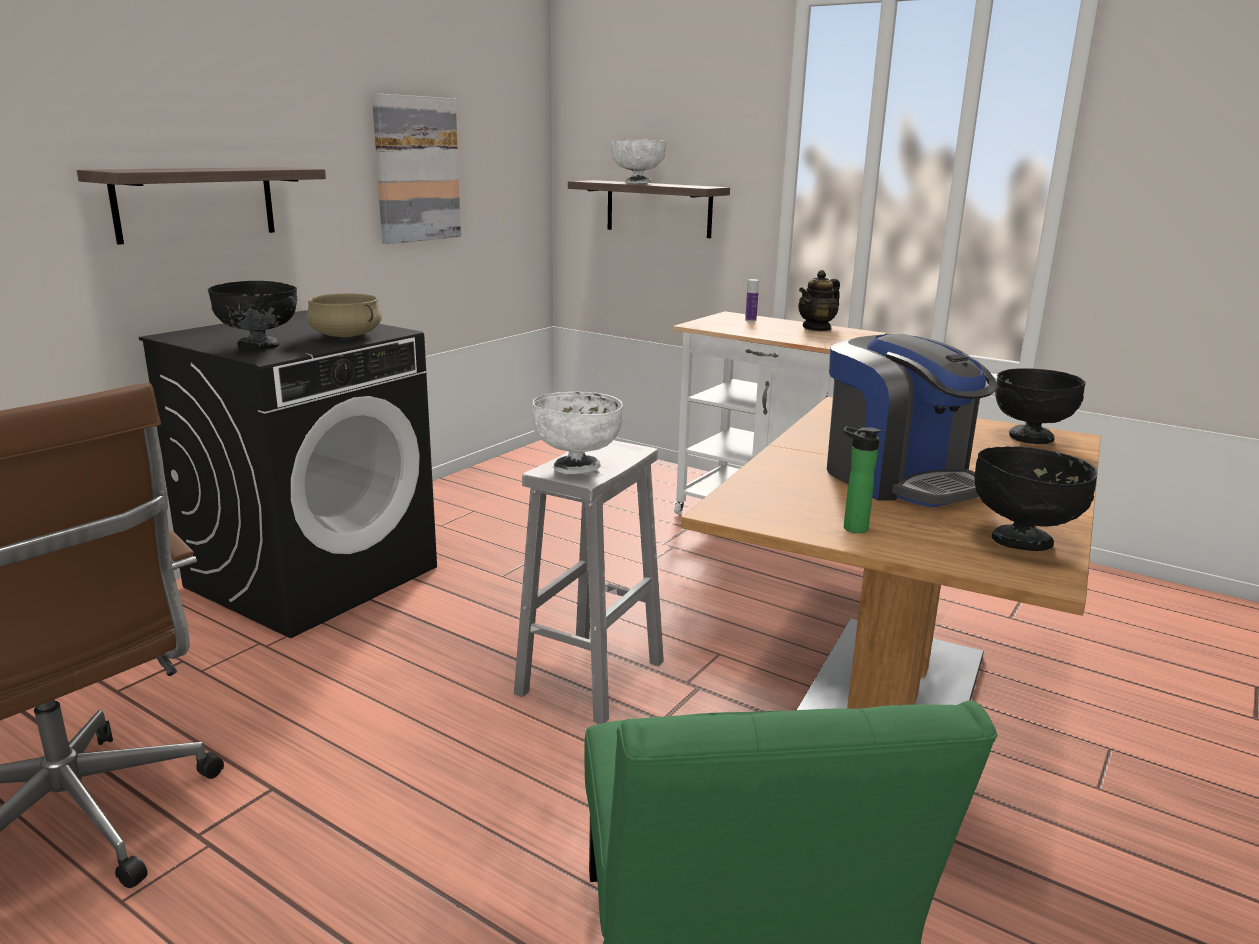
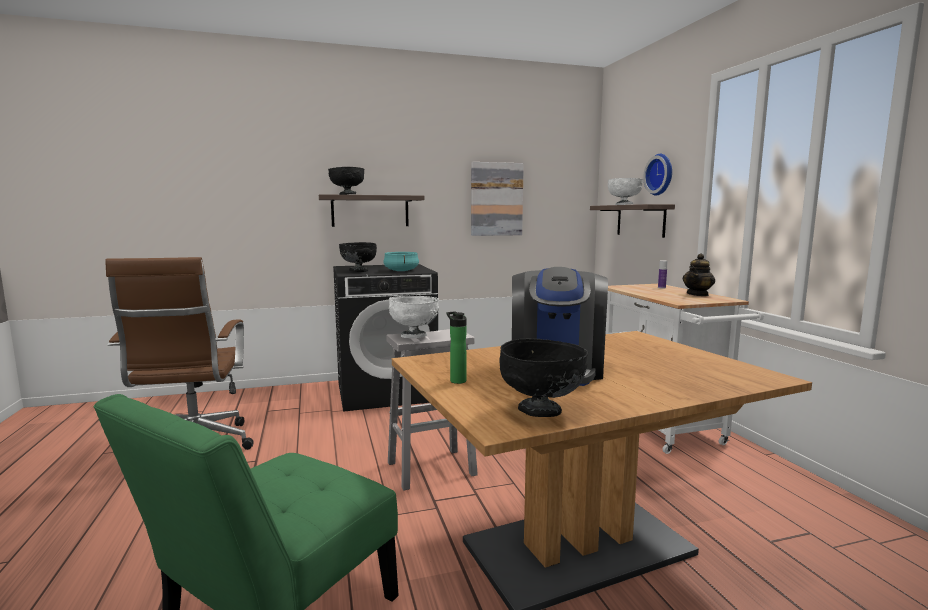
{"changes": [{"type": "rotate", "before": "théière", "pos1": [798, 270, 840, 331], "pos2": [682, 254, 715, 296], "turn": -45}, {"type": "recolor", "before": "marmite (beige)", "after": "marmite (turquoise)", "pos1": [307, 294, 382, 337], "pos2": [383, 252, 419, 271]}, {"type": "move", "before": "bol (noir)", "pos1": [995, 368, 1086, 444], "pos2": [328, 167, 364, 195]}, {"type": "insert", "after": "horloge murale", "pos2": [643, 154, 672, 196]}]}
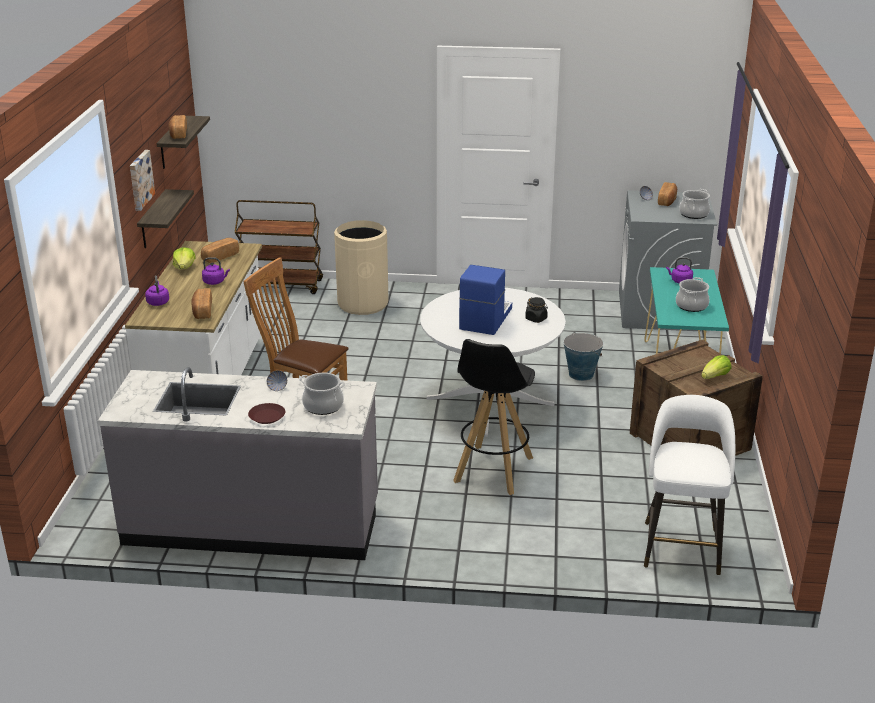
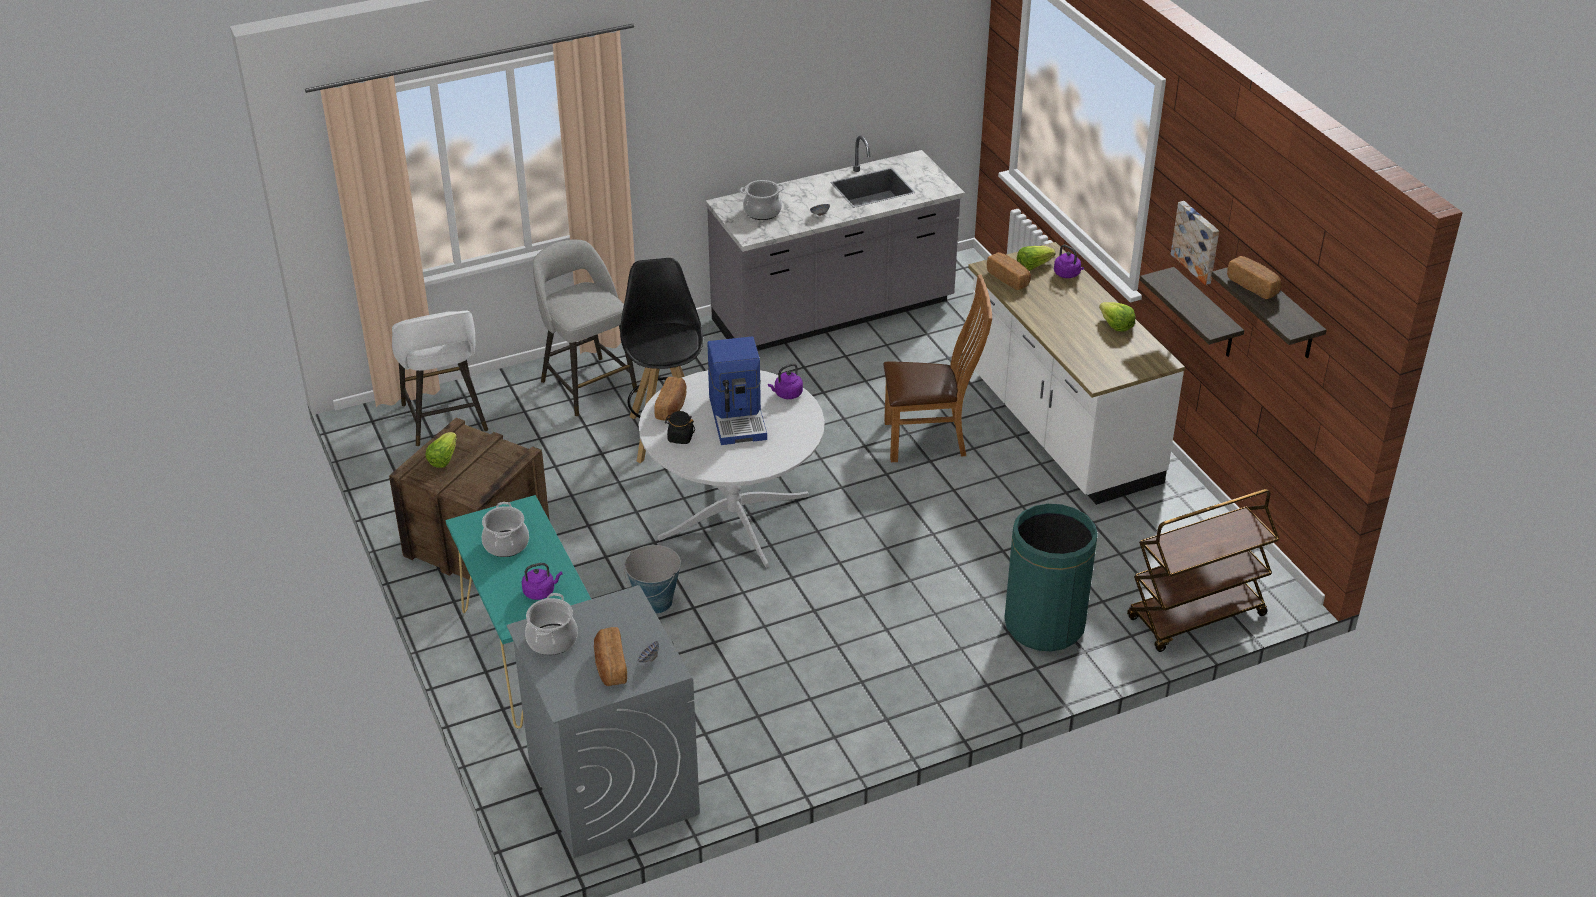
{"changes": [{"type": "recolor", "before": "poubelle (beige)", "after": "poubelle (vert)", "pos1": [334, 220, 389, 315], "pos2": [1004, 504, 1098, 651]}, {"type": "move", "before": "pain", "pos1": [201, 238, 239, 263], "pos2": [654, 377, 686, 421]}, {"type": "move", "before": "bouilloire (violet)", "pos1": [202, 257, 230, 285], "pos2": [768, 363, 803, 399]}, {"type": "delete", "before": "assiette (marron)", "pos1": [248, 403, 285, 424]}, {"type": "insert", "after": "tabouret (gris)", "pos2": [533, 239, 638, 416]}, {"type": "insert", "after": "laitue", "pos2": [1017, 246, 1055, 271]}]}
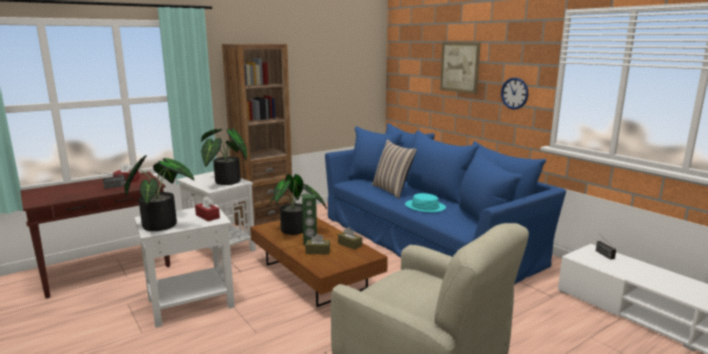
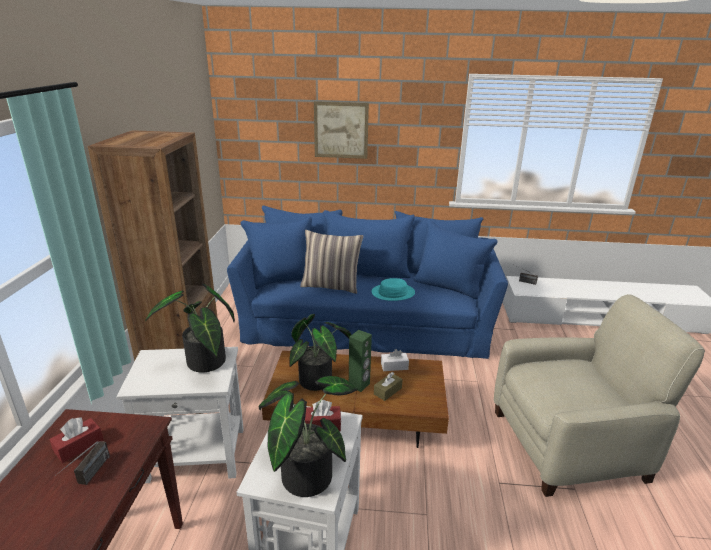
{"changes": [{"type": "delete", "before": "horloge murale", "pos1": [501, 78, 528, 109]}, {"type": "recolor", "before": "boîte à mouchoirs (marron)", "after": "boîte à mouchoirs (blanc)", "pos1": [338, 227, 362, 250], "pos2": [381, 349, 409, 371]}]}
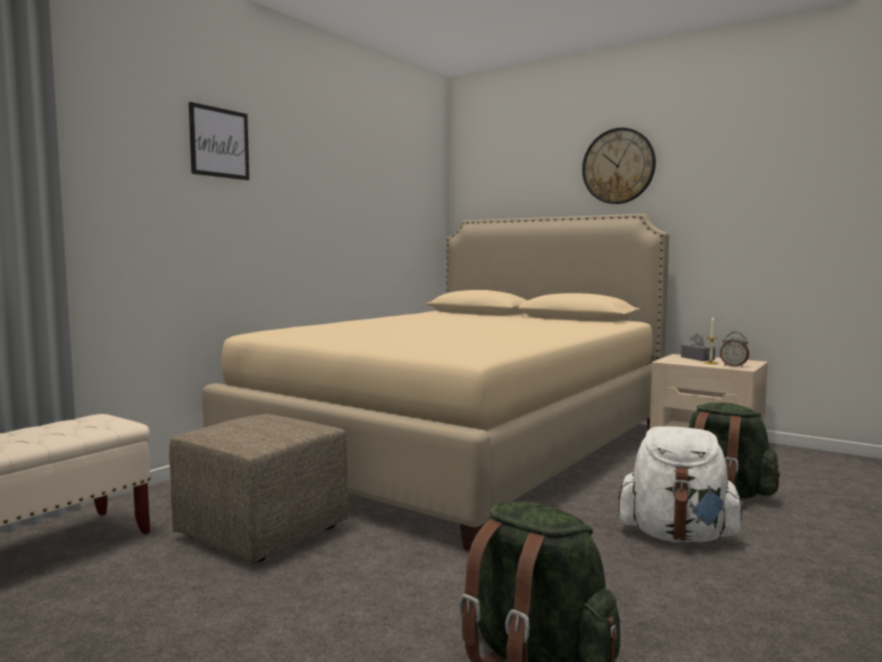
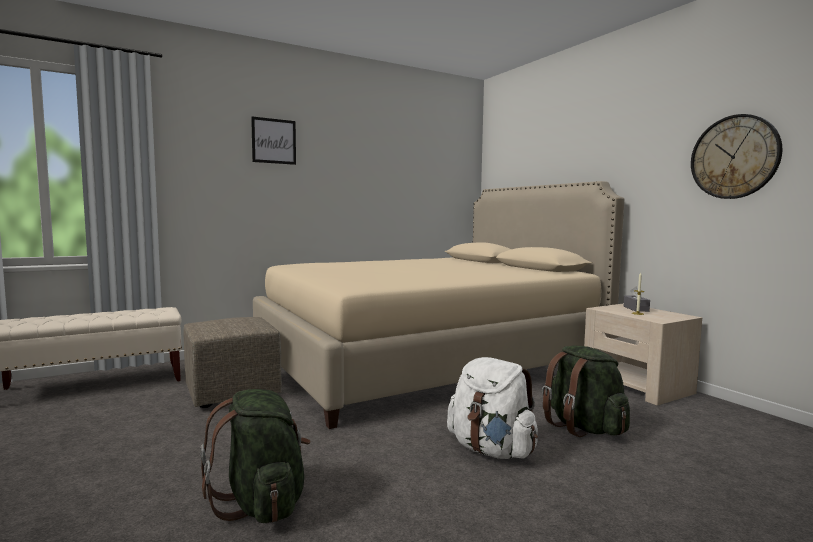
{"changes": [{"type": "move", "before": "horloge murale", "pos1": [582, 128, 656, 204], "pos2": [691, 114, 782, 199]}, {"type": "delete", "before": "réveil", "pos1": [720, 332, 749, 367]}]}
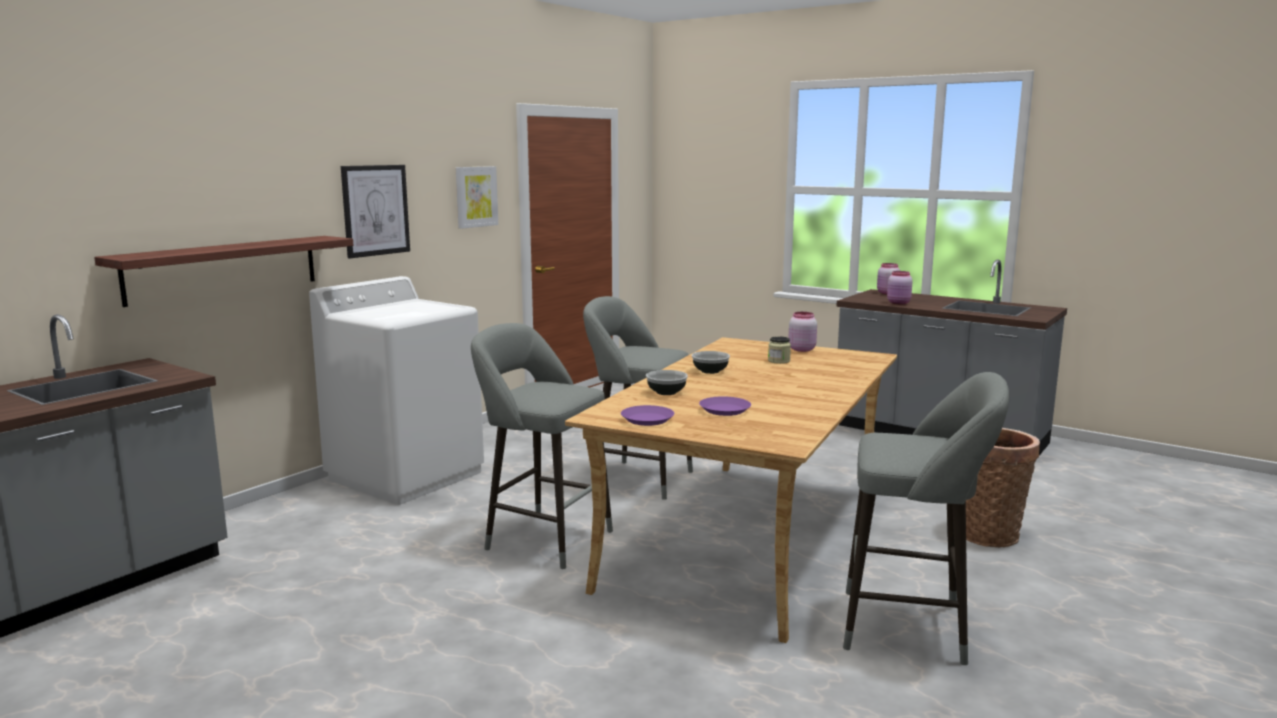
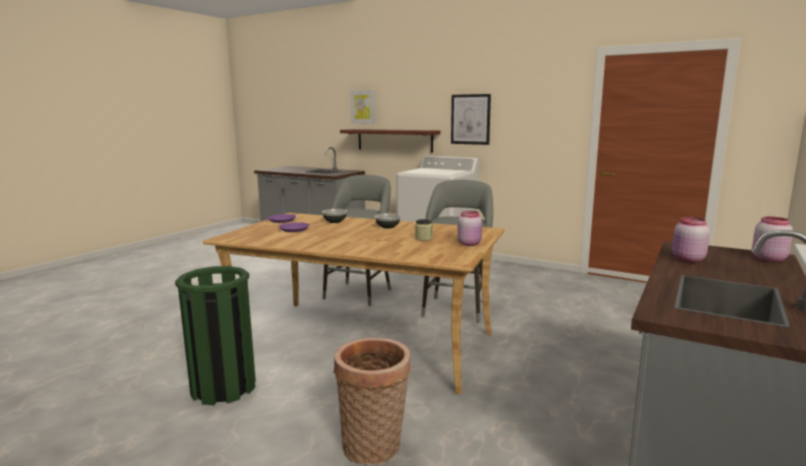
{"changes": [{"type": "move", "before": "tableau", "pos1": [456, 166, 498, 229], "pos2": [350, 90, 375, 124]}, {"type": "replace", "before": "tabouret (gris)", "after": "poubelle (vert)", "pos1": [843, 372, 1009, 665], "pos2": [175, 266, 256, 405]}]}
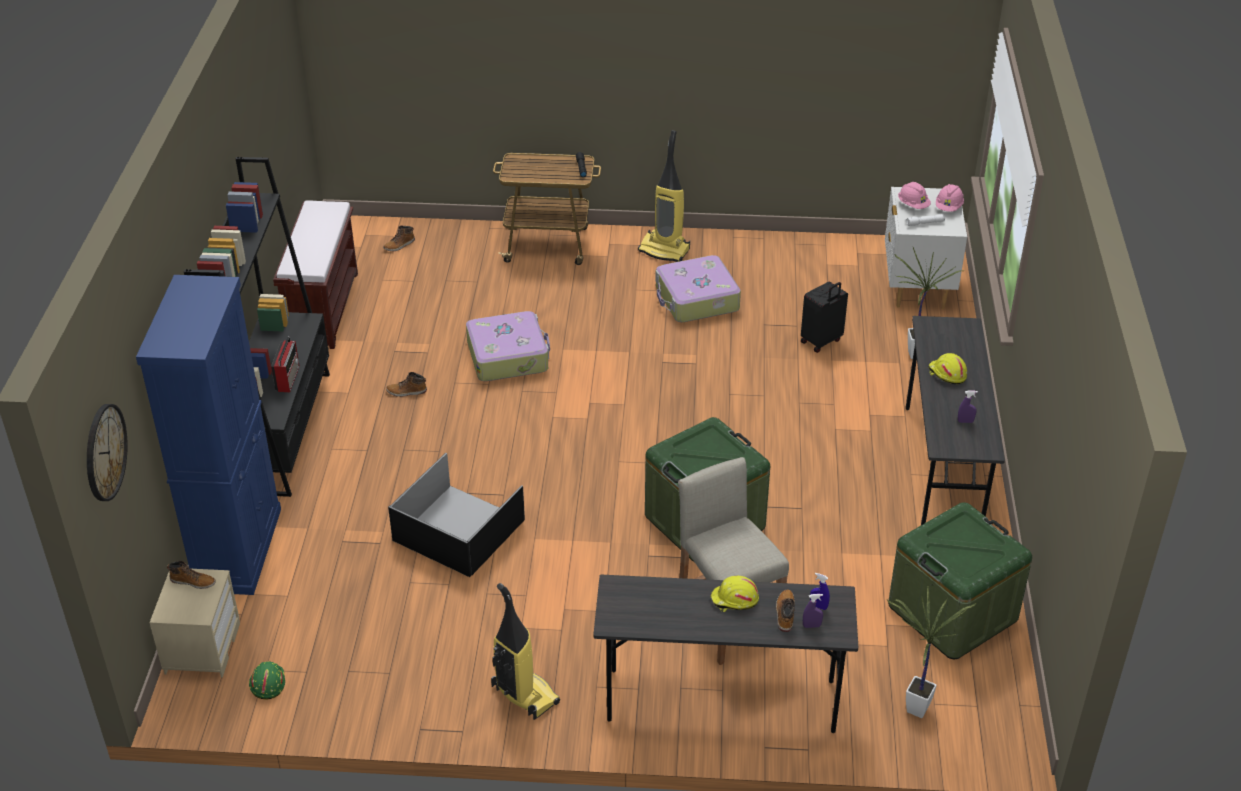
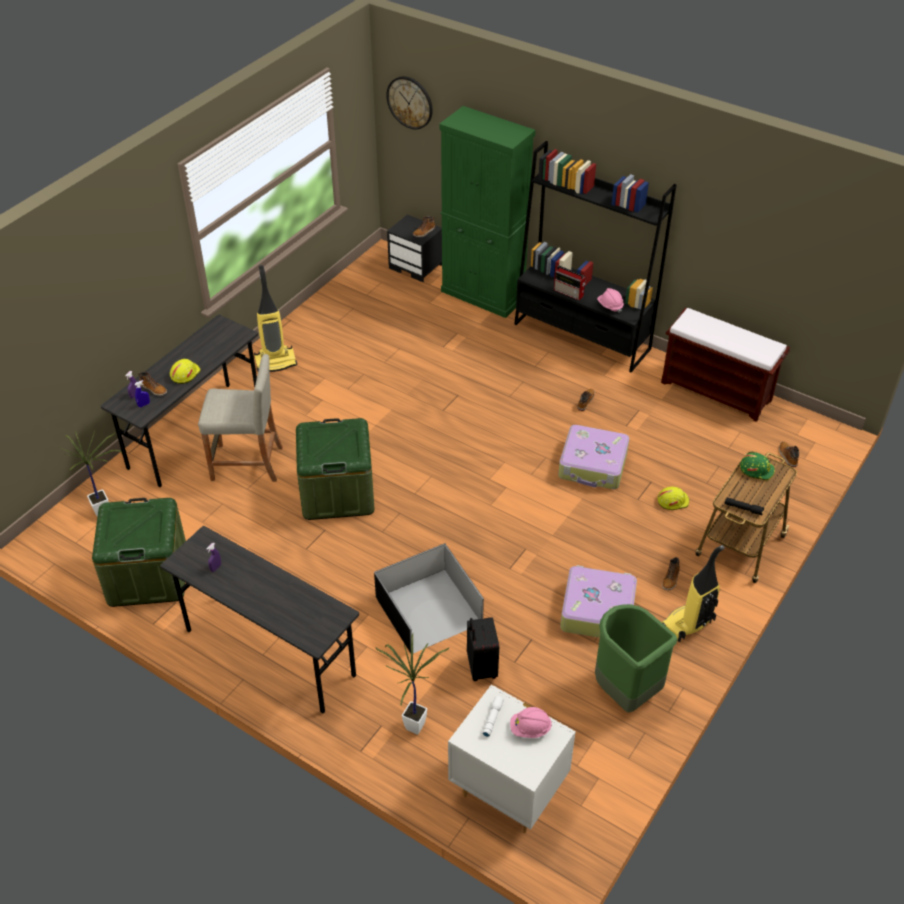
{"changes": [{"type": "move", "before": "casque de chantier (rose)", "pos1": [936, 184, 964, 212], "pos2": [597, 288, 624, 313]}, {"type": "recolor", "before": "meuble de rangement (bleu)", "after": "meuble de rangement (vert)", "pos1": [136, 275, 281, 595], "pos2": [439, 106, 536, 318]}, {"type": "move", "before": "casque de chantier (jaune)", "pos1": [928, 353, 967, 384], "pos2": [658, 486, 689, 510]}, {"type": "move", "before": "boîte de rangement (noir)", "pos1": [388, 453, 525, 577], "pos2": [374, 543, 484, 653]}, {"type": "recolor", "before": "table de chevet (beige)", "after": "table de chevet (noir)", "pos1": [150, 569, 240, 678], "pos2": [387, 215, 442, 282]}, {"type": "move", "before": "casque de chantier (vert)", "pos1": [249, 661, 285, 699], "pos2": [740, 453, 775, 481]}, {"type": "insert", "after": "botte", "pos2": [662, 557, 680, 590]}, {"type": "insert", "after": "poubelle (vert)", "pos2": [595, 604, 677, 712]}]}
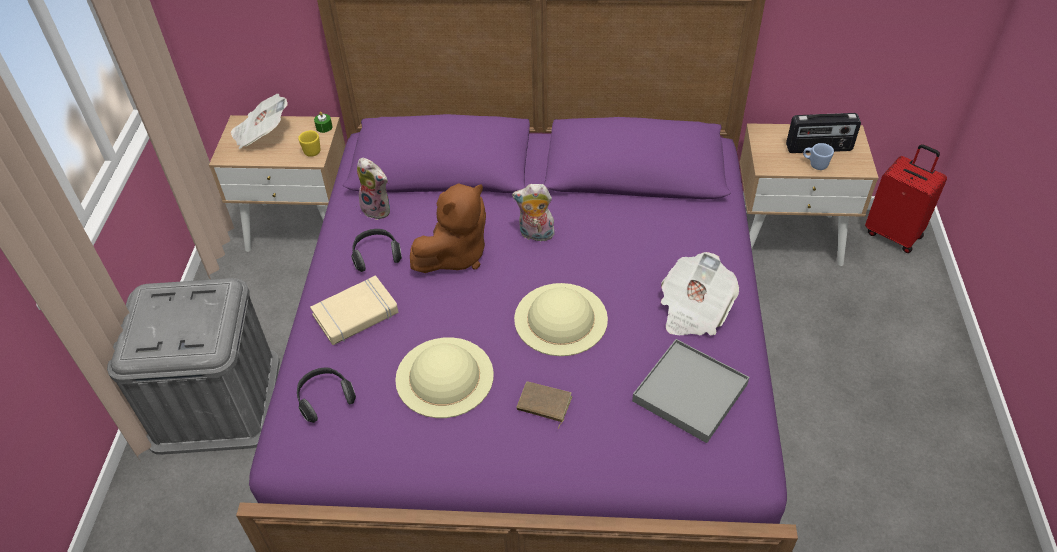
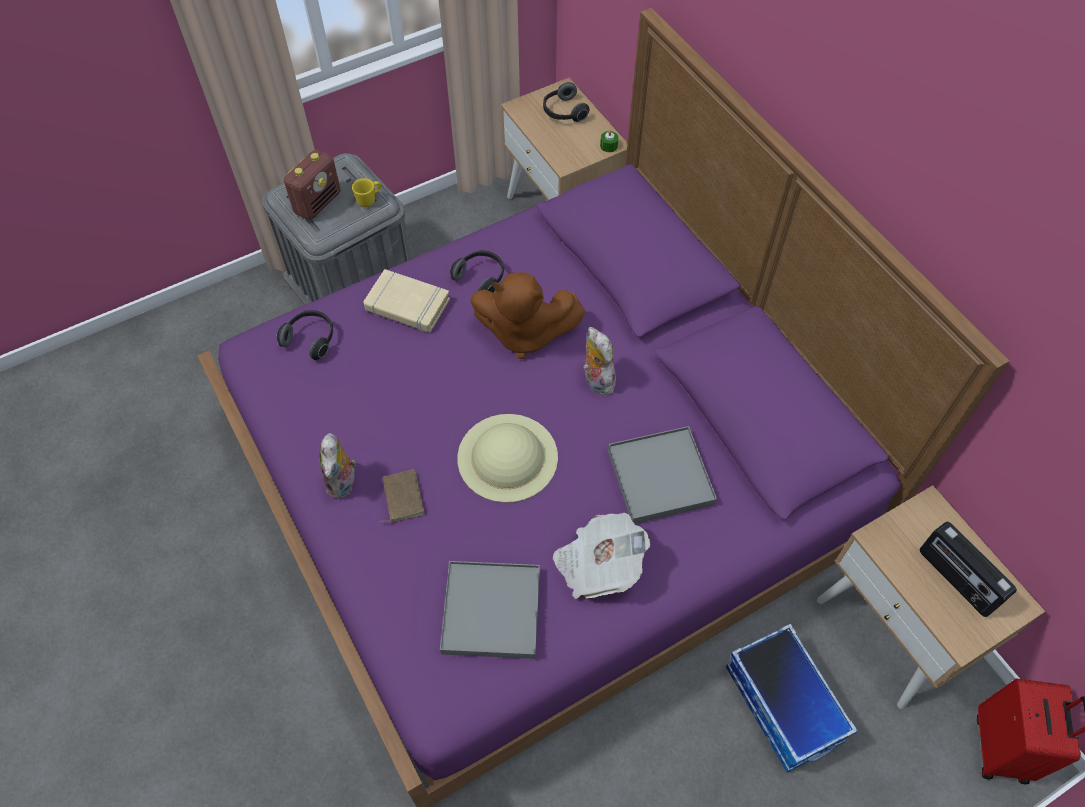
{"changes": [{"type": "replace", "before": "journal", "after": "casque audio", "pos1": [231, 94, 288, 149], "pos2": [543, 82, 590, 122]}, {"type": "move", "before": "mug (jaune)", "pos1": [298, 130, 320, 157], "pos2": [352, 178, 381, 207]}, {"type": "delete", "before": "mug (bleu)", "pos1": [803, 143, 834, 170]}, {"type": "move", "before": "peluche", "pos1": [357, 158, 390, 220], "pos2": [319, 433, 356, 499]}, {"type": "delete", "before": "chapeau (beige)", "pos1": [395, 337, 494, 418]}, {"type": "insert", "after": "radio", "pos2": [284, 149, 341, 220]}, {"type": "insert", "after": "plateau (gris)", "pos2": [608, 426, 717, 524]}, {"type": "insert", "after": "boîte de rangement", "pos2": [726, 624, 858, 772]}]}
